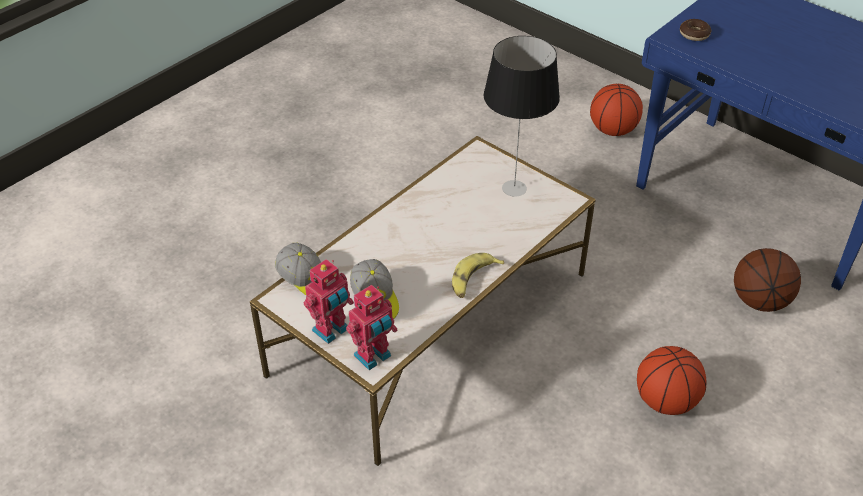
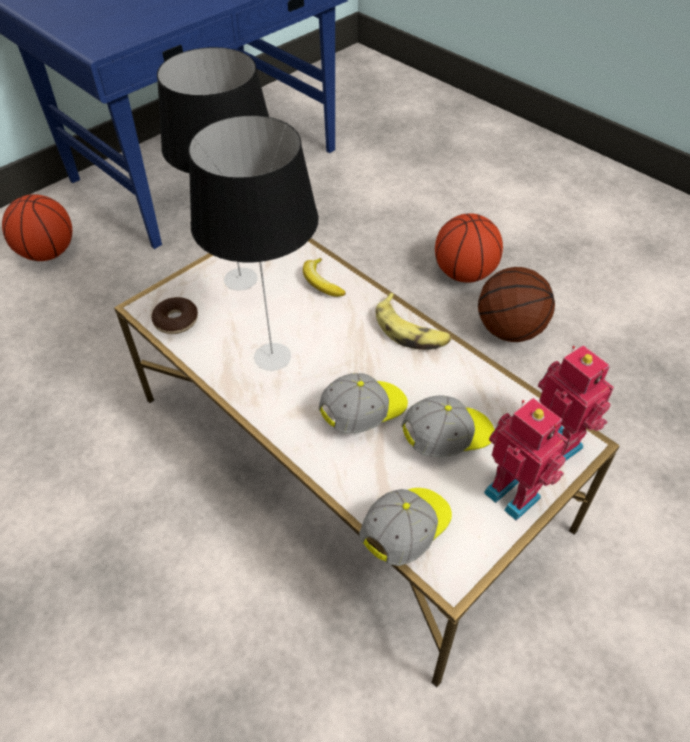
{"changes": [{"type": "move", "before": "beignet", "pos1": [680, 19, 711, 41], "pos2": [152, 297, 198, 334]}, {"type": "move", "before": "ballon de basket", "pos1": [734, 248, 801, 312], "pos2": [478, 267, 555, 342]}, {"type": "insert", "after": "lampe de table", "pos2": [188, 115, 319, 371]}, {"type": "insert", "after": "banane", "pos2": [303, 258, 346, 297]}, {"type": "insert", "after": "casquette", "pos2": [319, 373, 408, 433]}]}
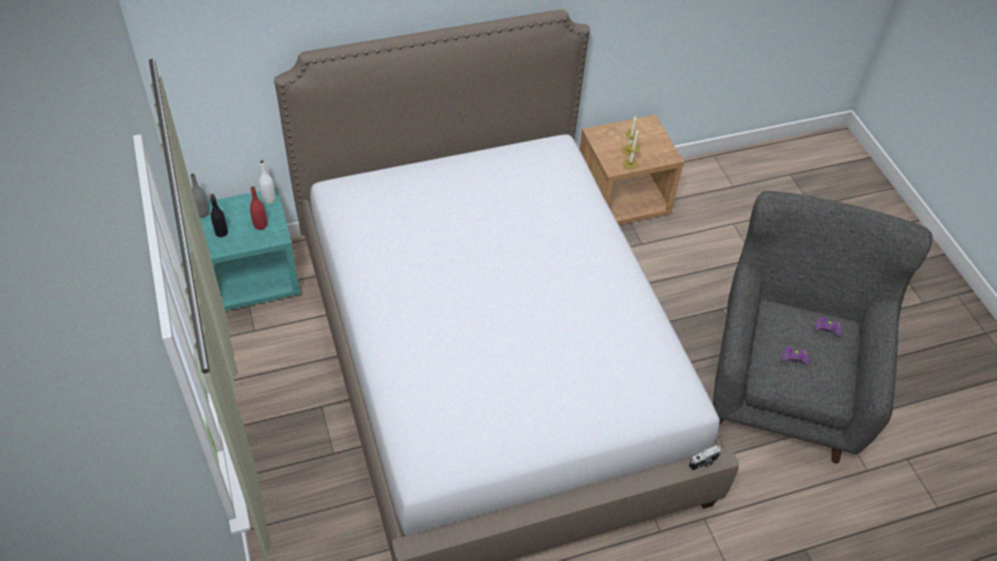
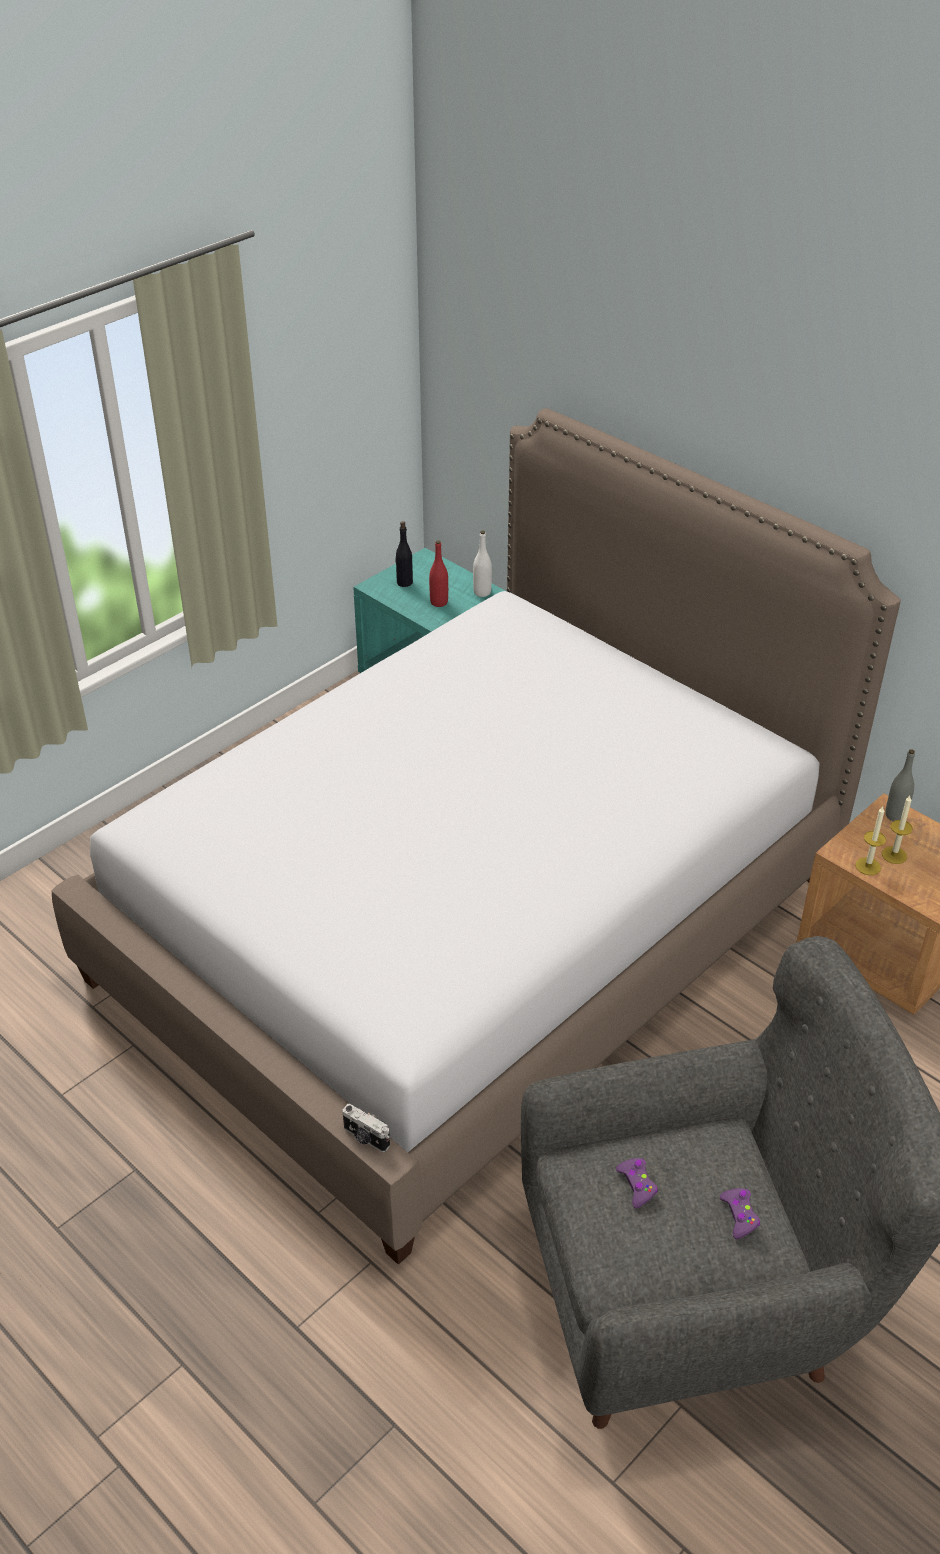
{"changes": [{"type": "move", "before": "bouteille (gris)", "pos1": [191, 174, 209, 217], "pos2": [885, 749, 915, 821]}]}
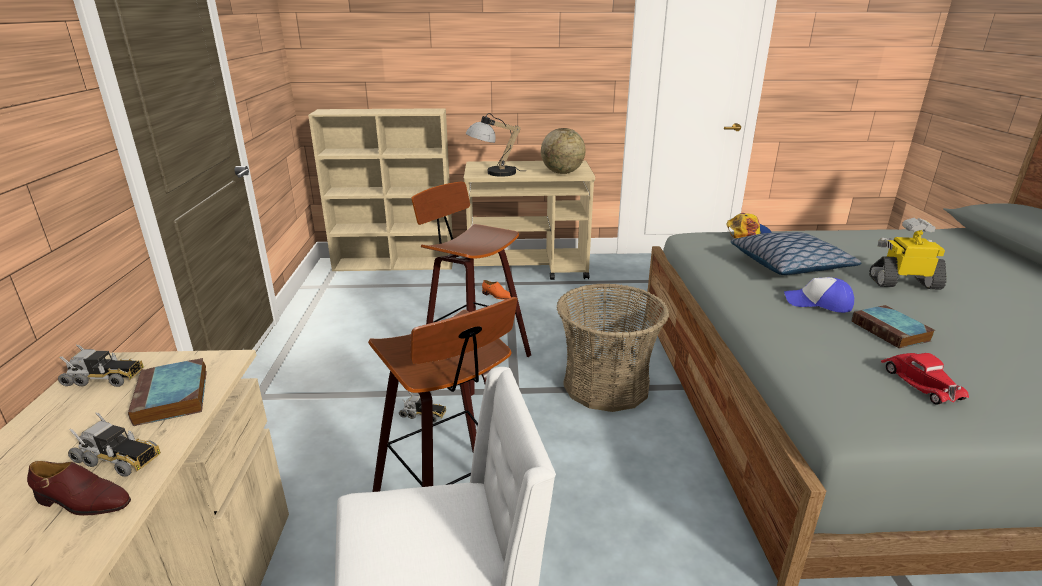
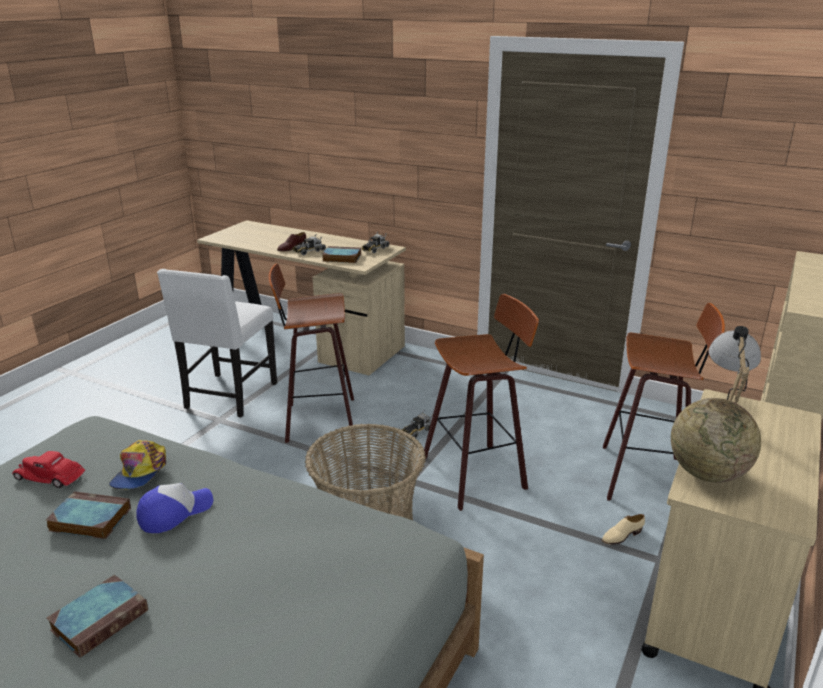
{"changes": [{"type": "move", "before": "casquette", "pos1": [726, 213, 772, 238], "pos2": [109, 440, 166, 490]}, {"type": "replace", "before": "robot jouet", "after": "livre", "pos1": [869, 218, 947, 290], "pos2": [47, 575, 148, 658]}, {"type": "delete", "before": "coussin", "pos1": [731, 232, 862, 275]}, {"type": "recolor", "before": "chaussure (orange)", "after": "chaussure (beige)", "pos1": [482, 280, 511, 300], "pos2": [602, 514, 645, 544]}, {"type": "insert", "after": "tabouret", "pos2": [603, 303, 725, 501]}]}
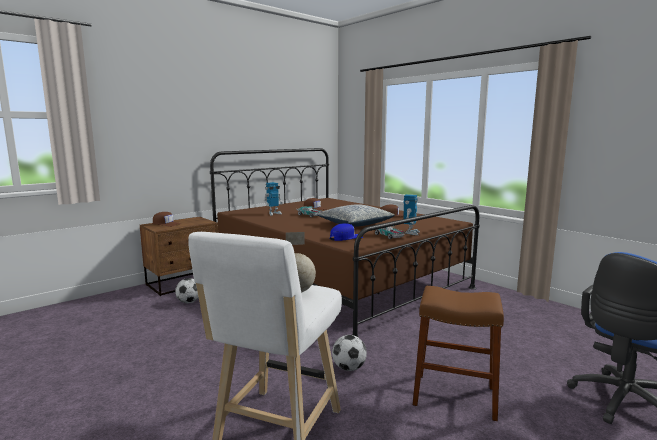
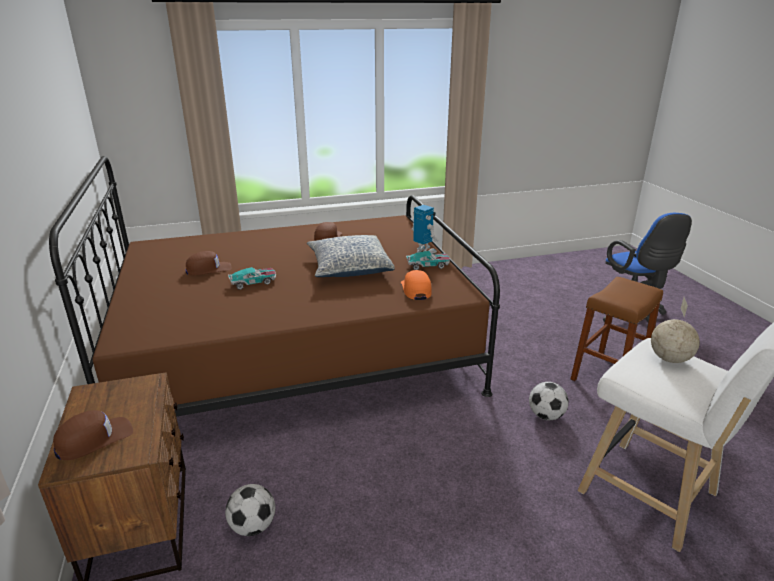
{"changes": [{"type": "delete", "before": "robot jouet", "pos1": [264, 182, 283, 216]}, {"type": "recolor", "before": "casquette (bleu)", "after": "casquette (orange)", "pos1": [329, 223, 363, 241], "pos2": [401, 270, 432, 300]}]}
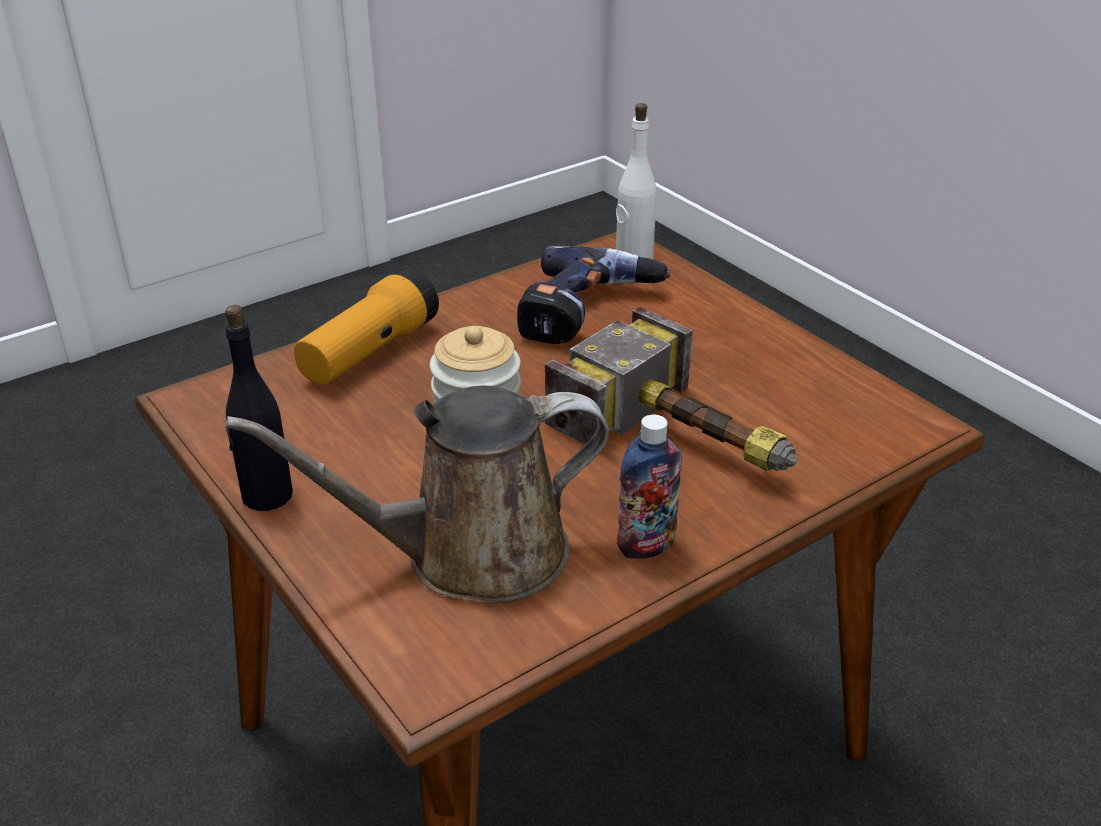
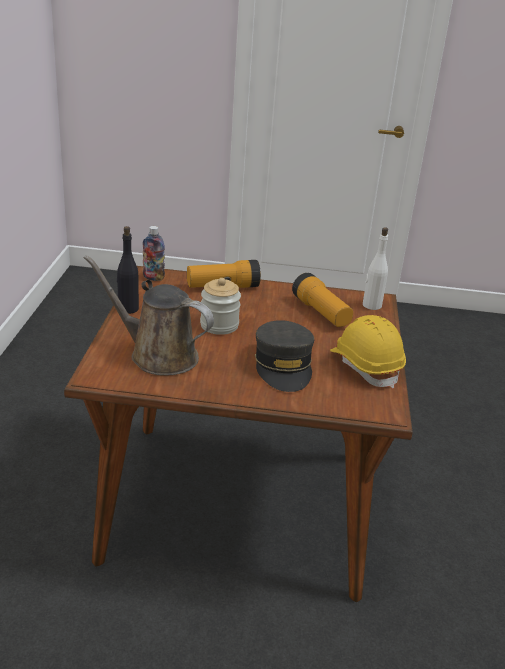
{"changes": [{"type": "replace", "before": "perceuse", "after": "lampe de poche", "pos1": [517, 246, 670, 344], "pos2": [292, 273, 353, 327]}, {"type": "replace", "before": "marteau", "after": "casquette (gris)", "pos1": [545, 307, 797, 471], "pos2": [255, 320, 314, 392]}, {"type": "move", "before": "bouteille", "pos1": [617, 415, 682, 559], "pos2": [143, 226, 165, 281]}, {"type": "insert", "after": "casque de chantier (jaune)", "pos2": [330, 315, 406, 389]}]}
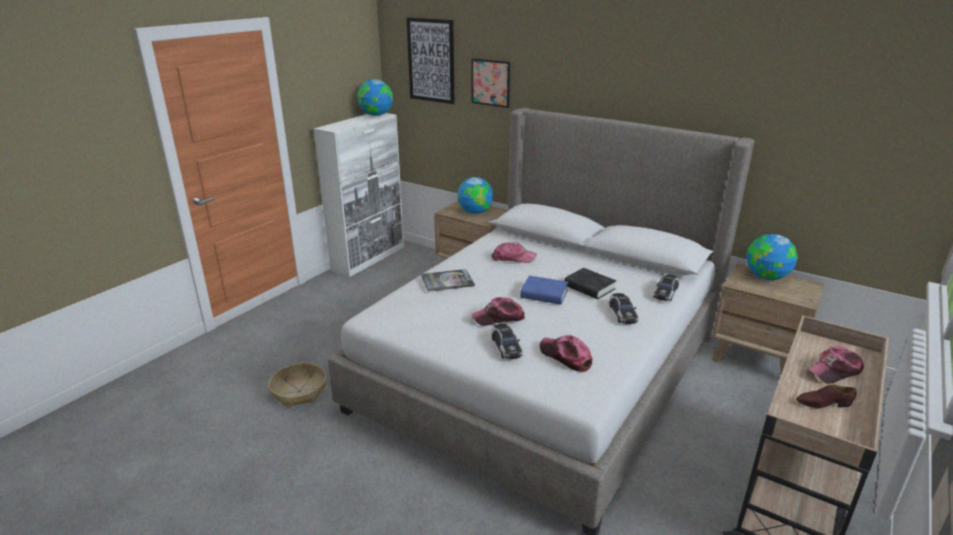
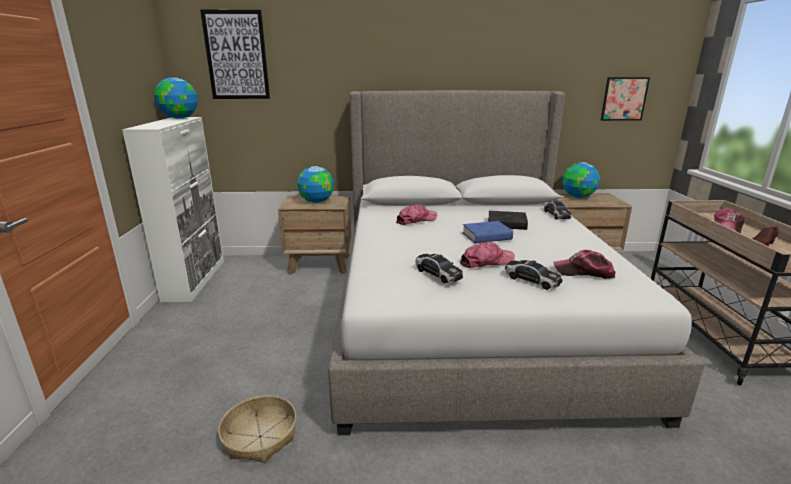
{"changes": [{"type": "move", "before": "tableau", "pos1": [471, 58, 510, 108], "pos2": [601, 77, 650, 121]}, {"type": "delete", "before": "livre", "pos1": [421, 269, 475, 291]}, {"type": "move", "before": "petite voiture", "pos1": [610, 293, 639, 324], "pos2": [415, 254, 463, 284]}, {"type": "rotate", "before": "casquette", "pos1": [471, 297, 525, 326], "pos2": [460, 242, 515, 268], "turn": -150}]}
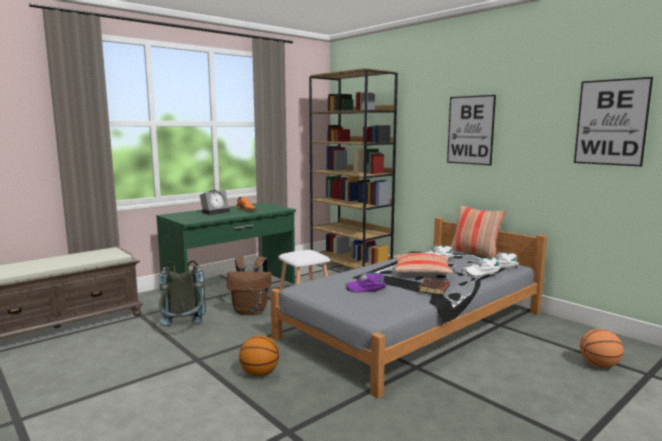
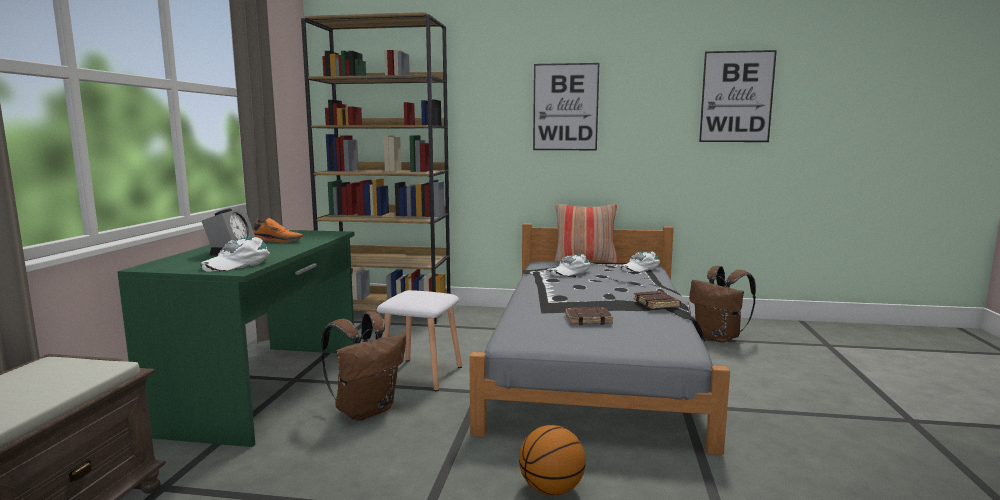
{"changes": [{"type": "delete", "before": "coussin", "pos1": [395, 253, 454, 276]}, {"type": "move", "before": "casquette (blanc)", "pos1": [462, 258, 500, 276], "pos2": [200, 237, 270, 272]}, {"type": "delete", "before": "sac à dos (gris)", "pos1": [159, 260, 206, 326]}, {"type": "replace", "before": "casquette (violet)", "after": "livre (marron)", "pos1": [345, 272, 387, 292], "pos2": [565, 307, 613, 325]}, {"type": "delete", "before": "ballon de basket", "pos1": [580, 329, 624, 368]}, {"type": "insert", "after": "sac à dos (marron)", "pos2": [689, 266, 756, 343]}]}
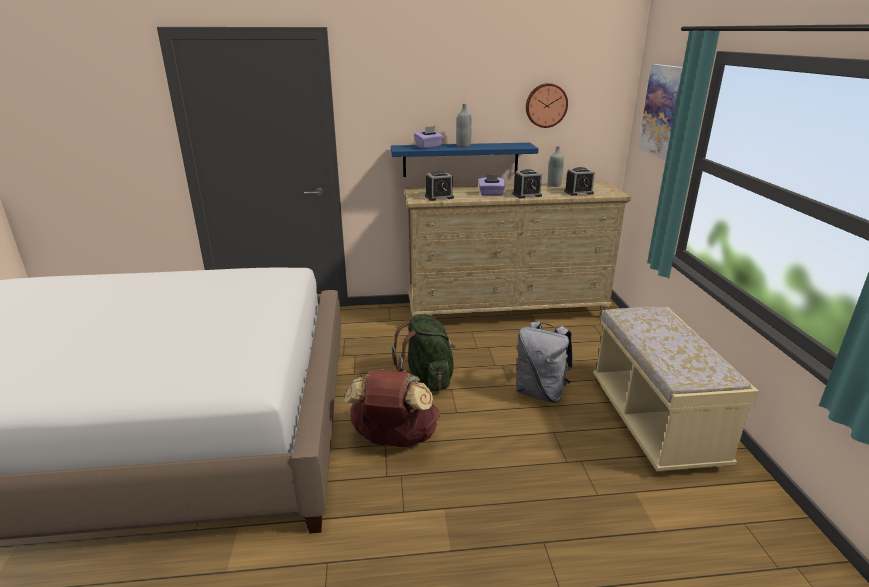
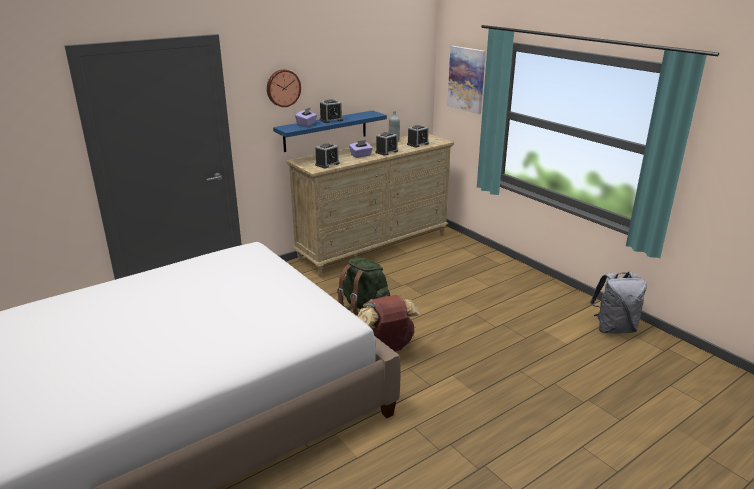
{"changes": [{"type": "move", "before": "horloge murale", "pos1": [526, 83, 568, 128], "pos2": [267, 69, 301, 107]}, {"type": "replace", "before": "bouteille (gris)", "after": "réveil", "pos1": [456, 104, 472, 147], "pos2": [320, 99, 343, 123]}, {"type": "delete", "before": "banc (beige)", "pos1": [593, 307, 759, 472]}, {"type": "move", "before": "sac à dos (gris)", "pos1": [516, 321, 573, 403], "pos2": [590, 272, 647, 333]}]}
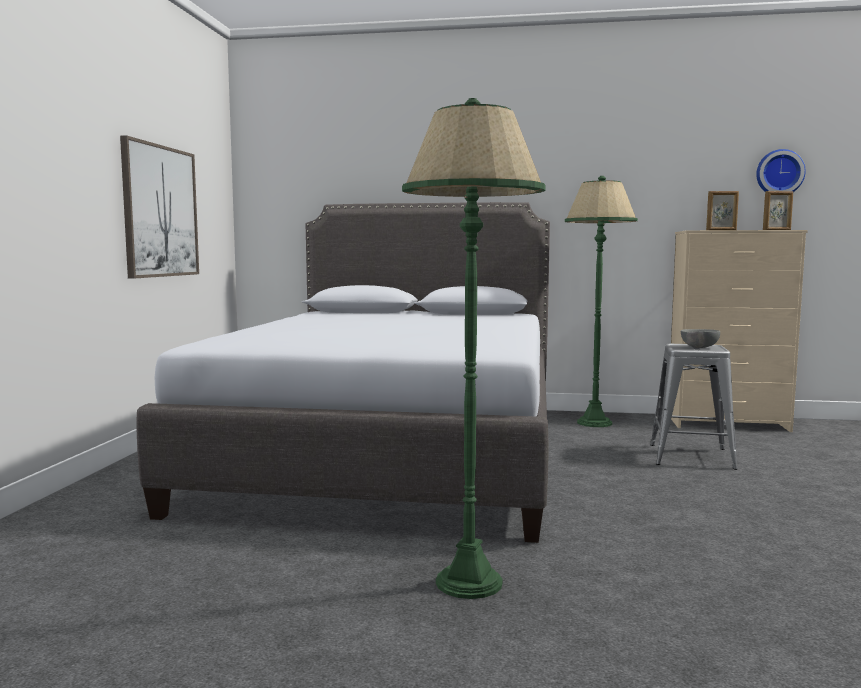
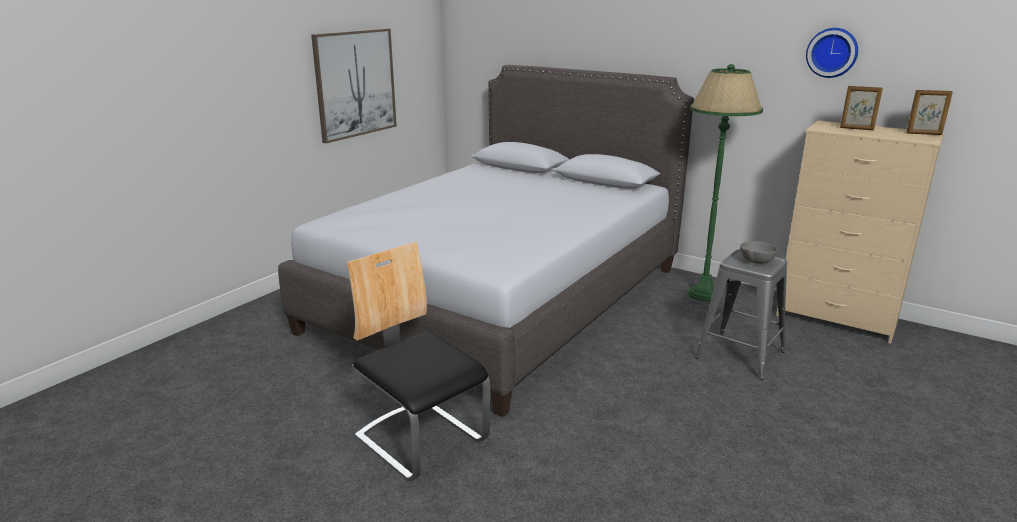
{"changes": [{"type": "replace", "before": "lampadaire (vert)", "after": "chaise", "pos1": [402, 98, 545, 599], "pos2": [347, 242, 490, 481]}, {"type": "move", "before": "horloge murale", "pos1": [756, 149, 806, 192], "pos2": [806, 28, 858, 78]}]}
